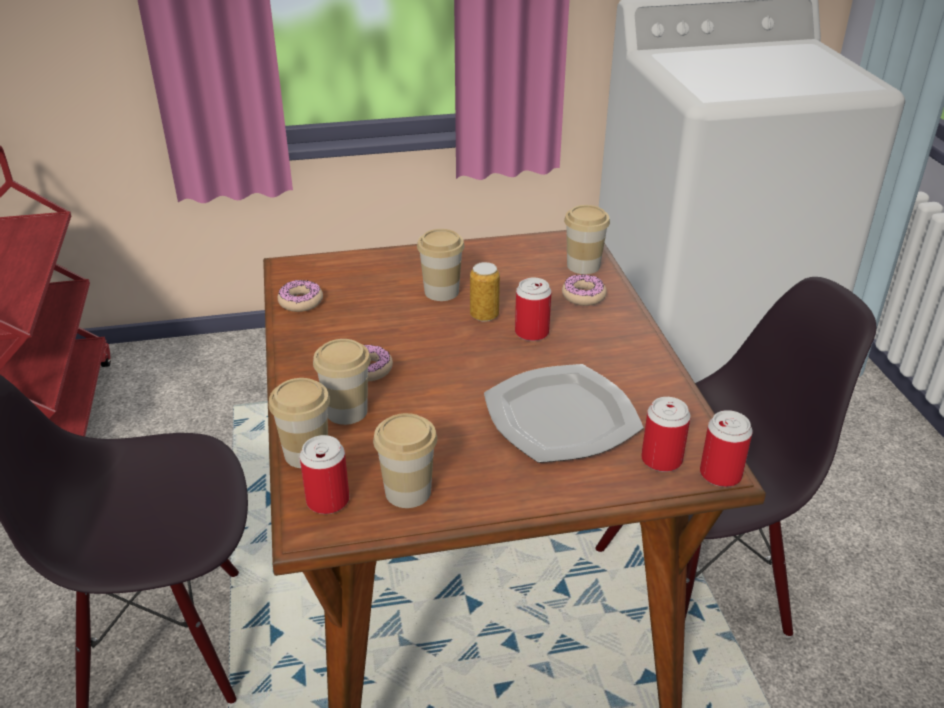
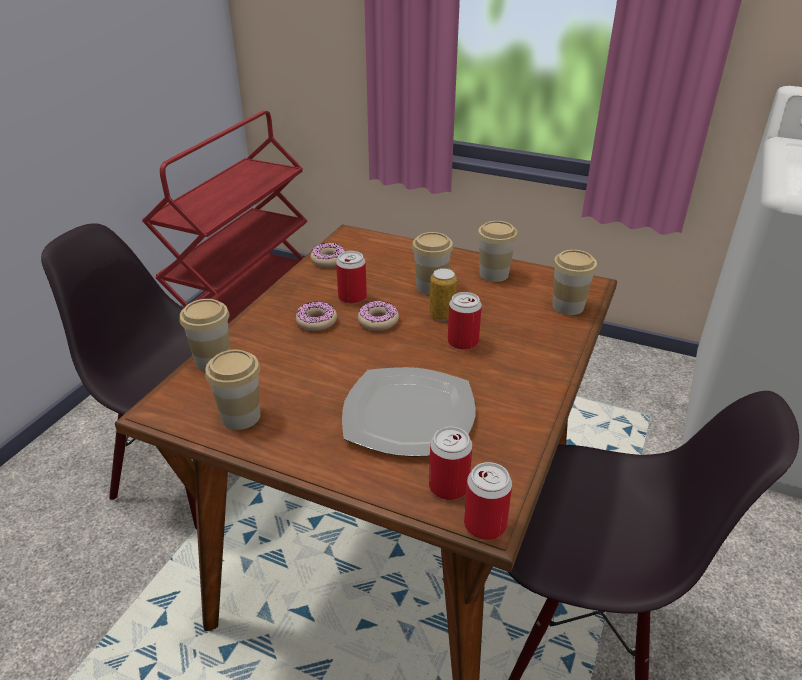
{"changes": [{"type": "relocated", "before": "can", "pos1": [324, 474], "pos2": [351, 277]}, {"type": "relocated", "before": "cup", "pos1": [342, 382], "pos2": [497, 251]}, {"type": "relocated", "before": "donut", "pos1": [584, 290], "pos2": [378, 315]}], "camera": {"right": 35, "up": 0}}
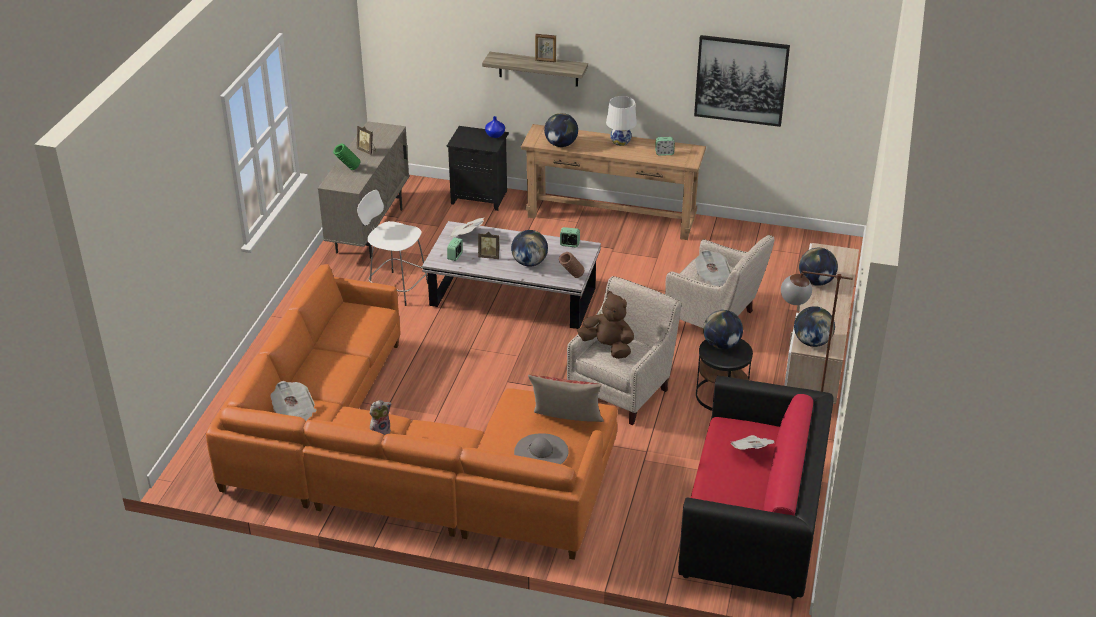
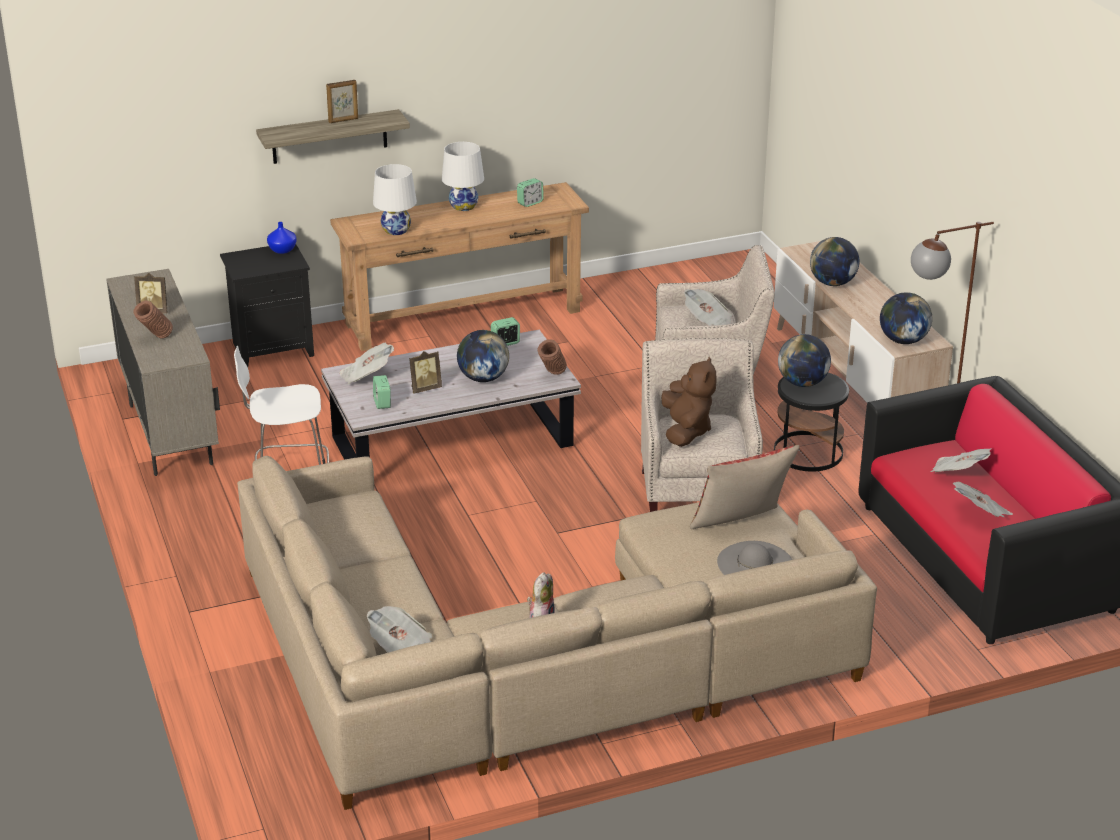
{"changes": [{"type": "colour", "before": "orange sofa", "after": "beige sofa", "pos1": [411, 412], "pos2": [557, 633]}, {"type": "colour", "before": "green vase", "after": "brown vase", "pos1": [347, 156], "pos2": [153, 320]}, {"type": "exchanged", "before": "globe", "after": "white table lamp", "pos1": [561, 130], "pos2": [395, 199]}, {"type": "spun", "before": "brown plush toy", "pos1": [605, 325], "pos2": [689, 402], "turn": 90}, {"type": "missing", "before": "picture", "pos1": [742, 81]}, {"type": "appeared", "after": "newspaper", "pos2": [983, 499]}], "camera": {"right": -35, "up": -5}}
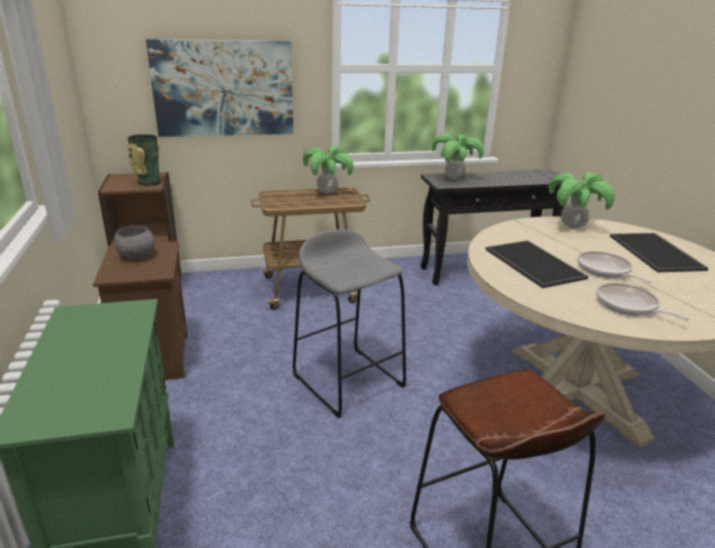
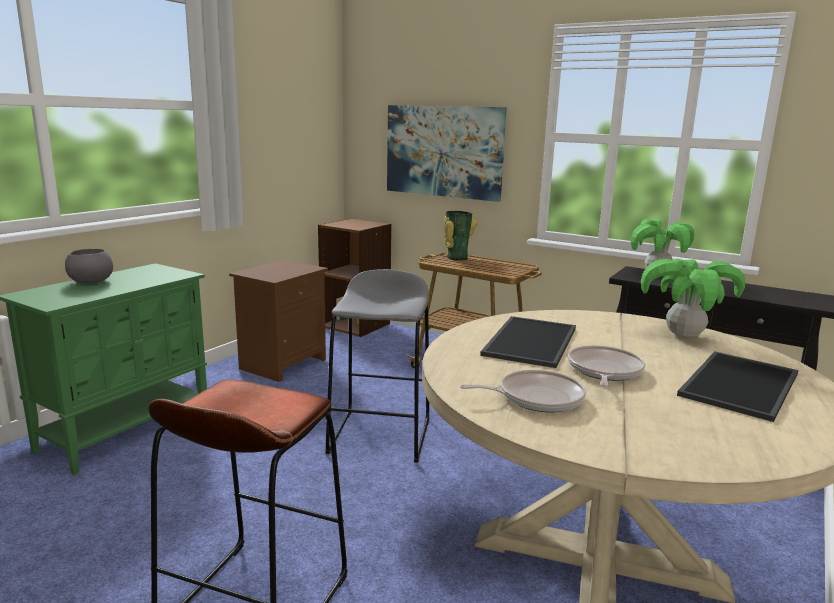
{"changes": [{"type": "relocated", "before": "grey bowl", "pos1": [134, 242], "pos2": [89, 266]}, {"type": "relocated", "before": "vase", "pos1": [144, 160], "pos2": [461, 235]}, {"type": "missing", "before": "potted plant", "pos1": [328, 170]}, {"type": "spun", "before": "frying pan", "pos1": [642, 302], "pos2": [523, 391], "turn": 75}], "camera": {"right": 45, "up": -10}}
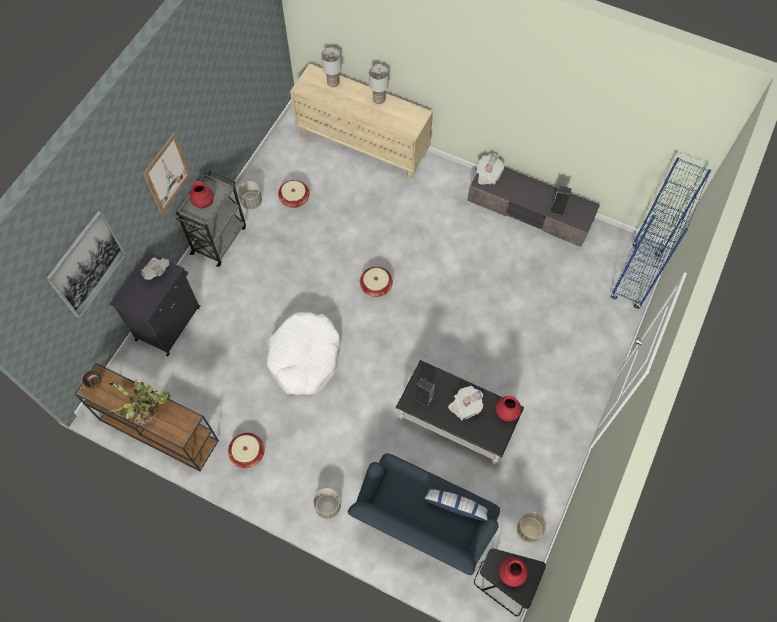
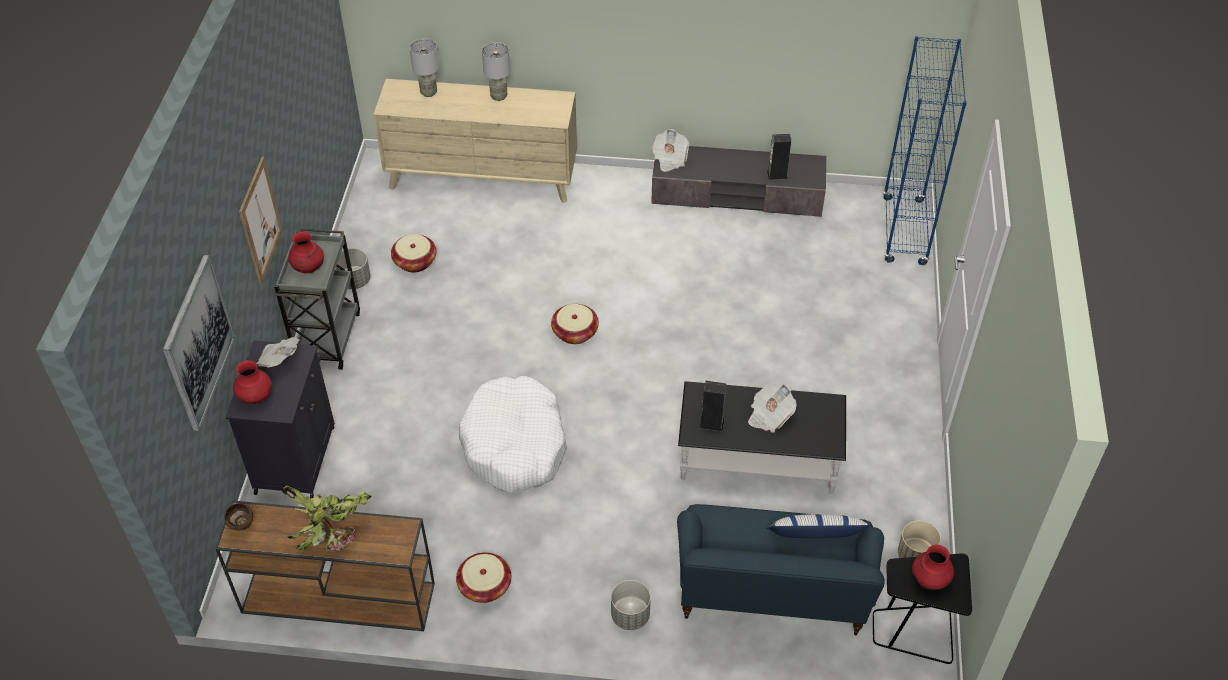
{"changes": [{"type": "relocated", "before": "red vase", "pos1": [508, 409], "pos2": [252, 382]}], "camera": {"right": -20, "up": -15}}
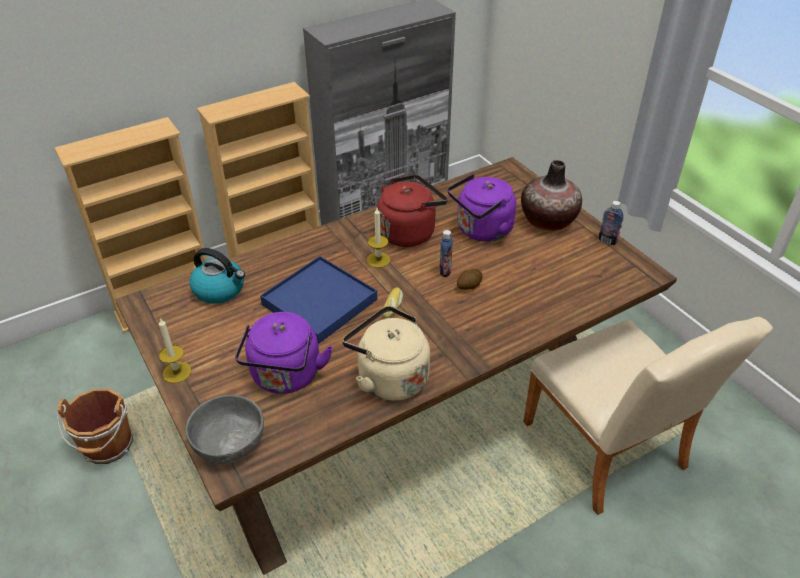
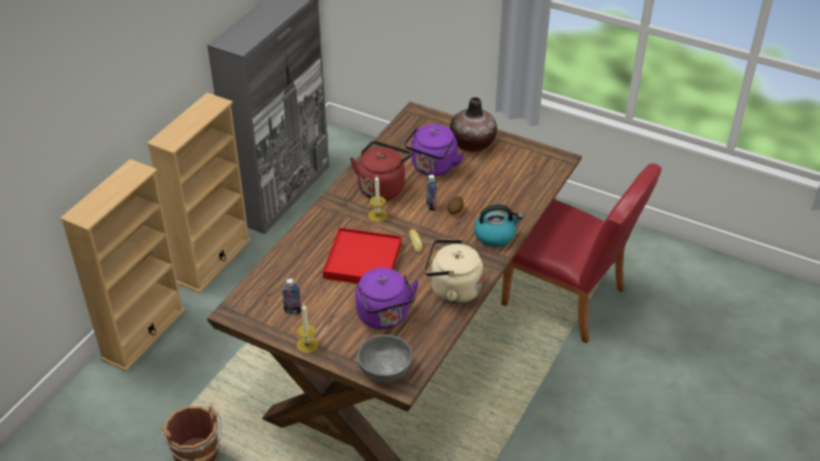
{"changes": [{"type": "relocated", "before": "kettle", "pos1": [217, 276], "pos2": [498, 225]}, {"type": "colour", "before": "blue tray", "after": "red tray", "pos1": [318, 300], "pos2": [362, 255]}, {"type": "colour", "before": "beige chair", "after": "red chair", "pos1": [648, 416], "pos2": [581, 253]}, {"type": "relocated", "before": "bottle", "pos1": [611, 223], "pos2": [292, 296]}], "camera": {"right": -30, "up": 0}}
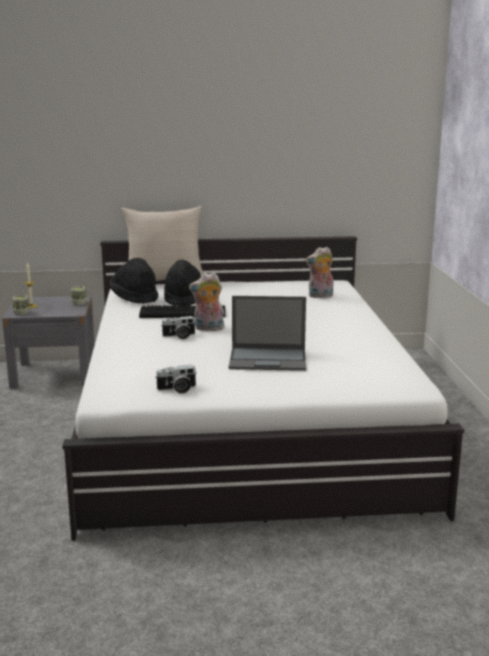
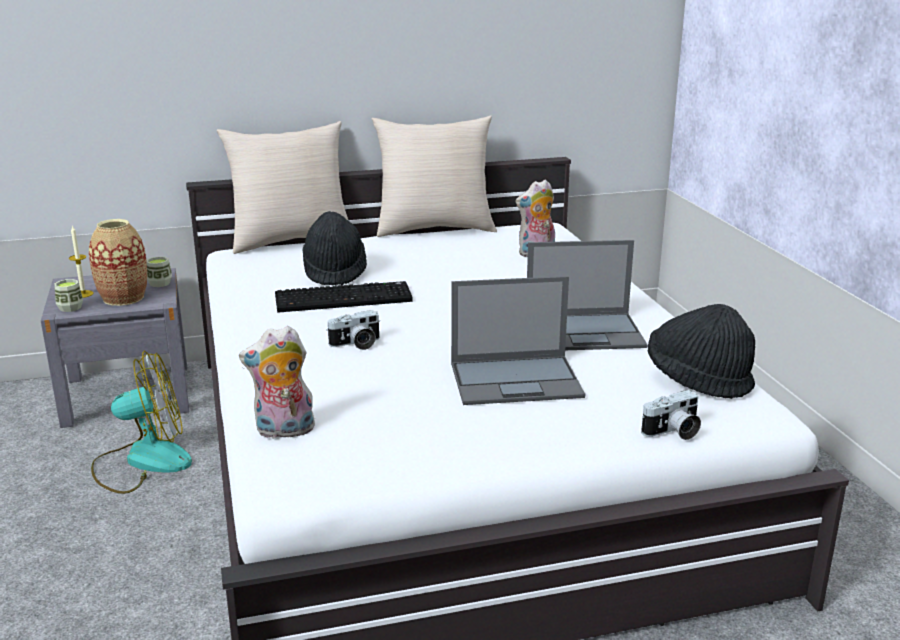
{"changes": [{"type": "relocated", "before": "black hat", "pos1": [133, 281], "pos2": [701, 351]}, {"type": "relocated", "before": "photo camera", "pos1": [176, 379], "pos2": [671, 415]}, {"type": "relocated", "before": "plush toy", "pos1": [206, 302], "pos2": [277, 382]}, {"type": "appeared", "after": "vase", "pos2": [118, 262]}, {"type": "appeared", "after": "fan", "pos2": [141, 422]}, {"type": "appeared", "after": "beige pillow", "pos2": [434, 176]}, {"type": "appeared", "after": "laptop", "pos2": [587, 295]}], "camera": {"right": -10, "up": 5}}
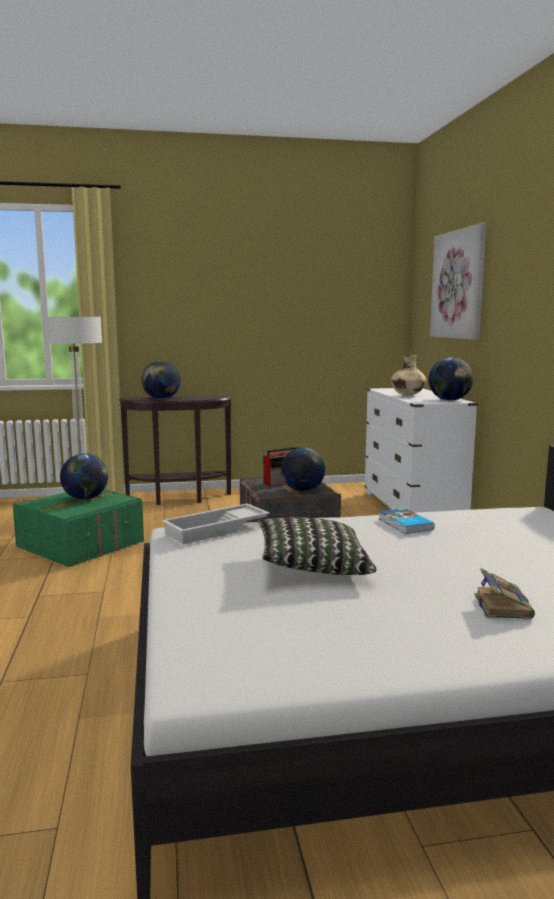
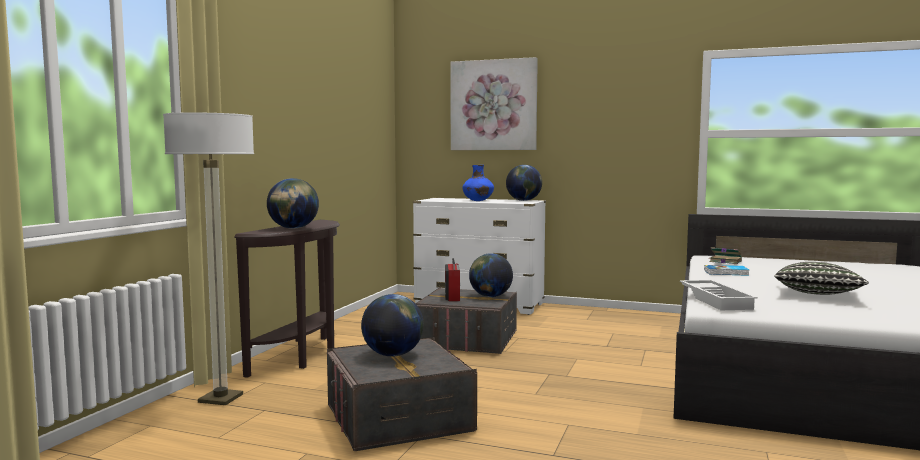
{"changes": [{"type": "colour", "before": "green storage box", "after": "grey storage box", "pos1": [78, 528], "pos2": [402, 394]}, {"type": "colour", "before": "beige vase", "after": "blue vase", "pos1": [409, 375], "pos2": [478, 183]}, {"type": "relocated", "before": "book", "pos1": [504, 593], "pos2": [726, 255]}], "camera": {"right": -60, "up": -5}}
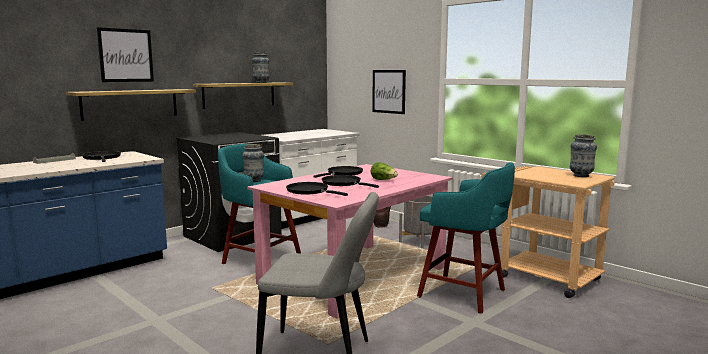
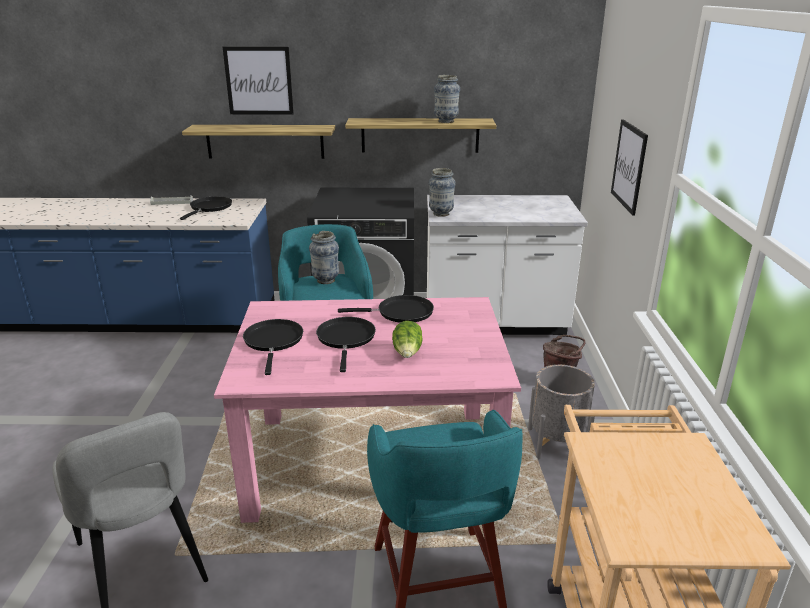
{"changes": [{"type": "relocated", "before": "vase", "pos1": [583, 155], "pos2": [442, 192]}], "camera": {"right": 45, "up": 15}}
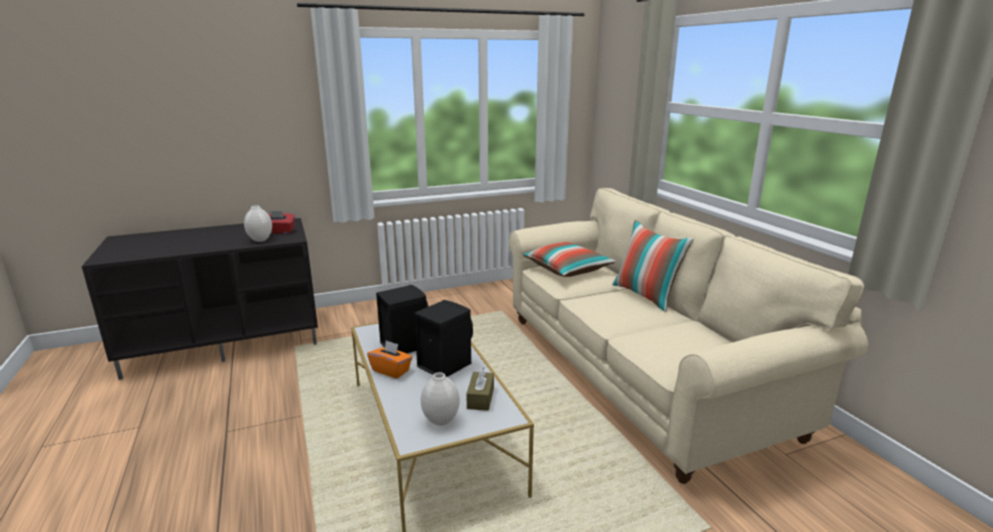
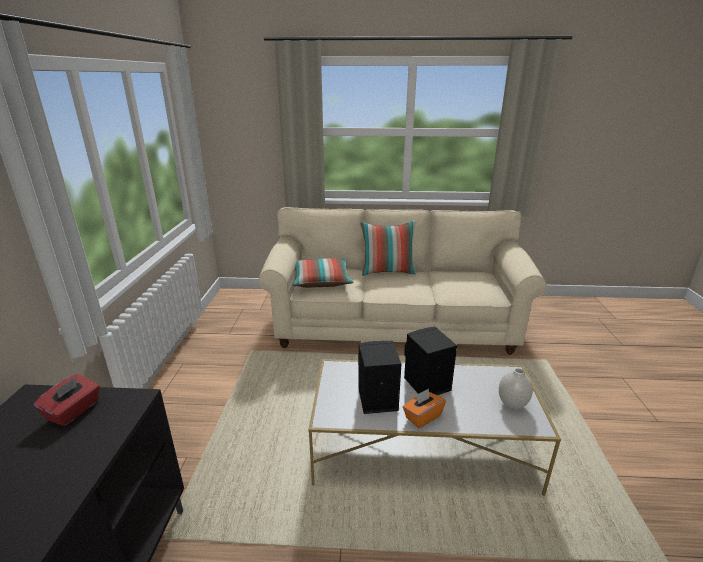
{"changes": [{"type": "missing", "before": "white vase", "pos1": [258, 223]}, {"type": "missing", "before": "brown tissue box", "pos1": [480, 388]}], "camera": {"right": -65, "up": 5}}
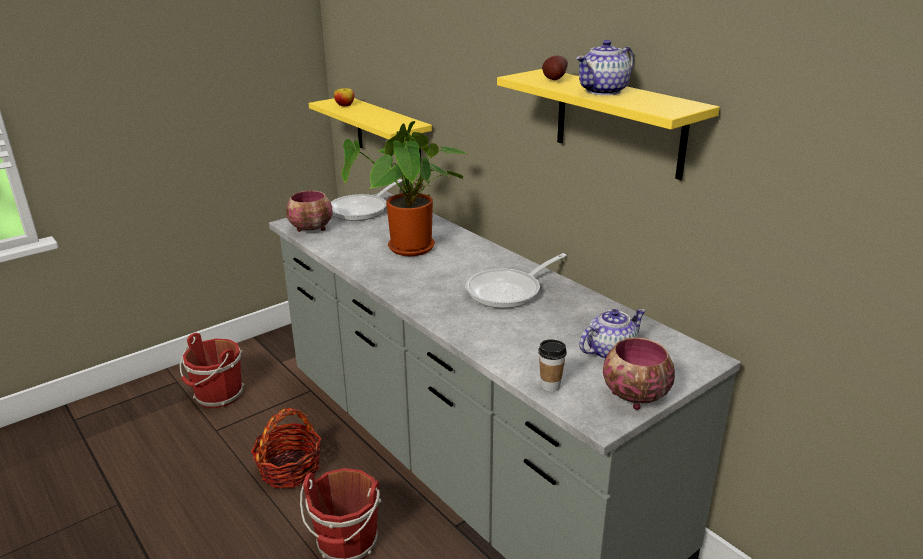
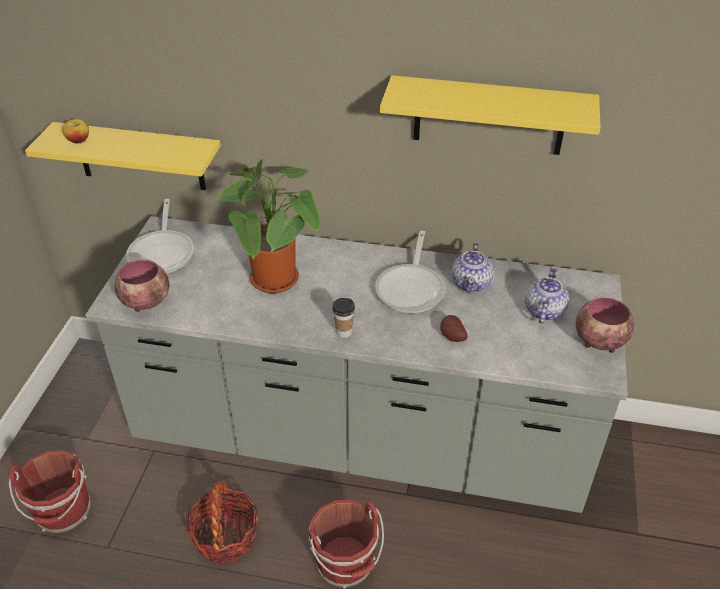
{"changes": [{"type": "relocated", "before": "cup", "pos1": [552, 365], "pos2": [343, 318]}, {"type": "relocated", "before": "potato", "pos1": [555, 67], "pos2": [454, 328]}, {"type": "relocated", "before": "teapot", "pos1": [605, 67], "pos2": [472, 268]}], "camera": {"right": -40, "up": 15}}
